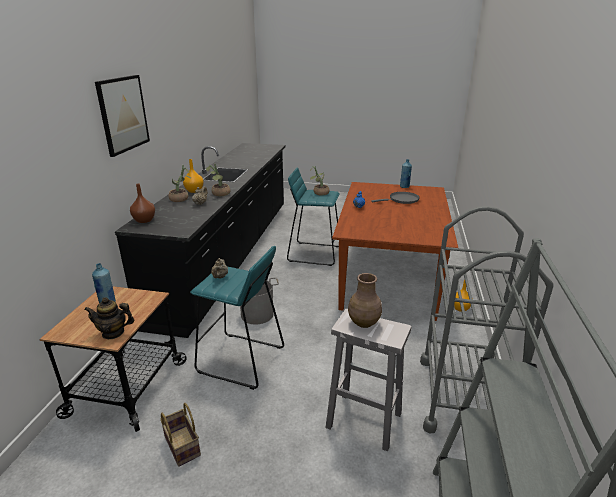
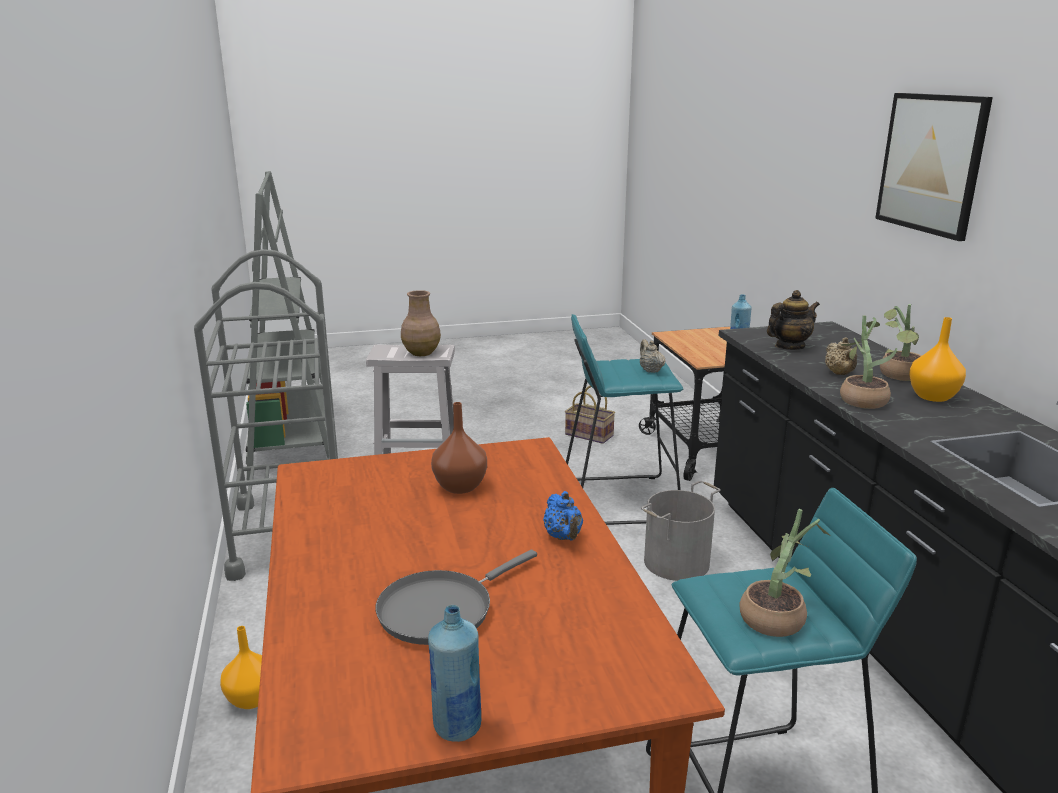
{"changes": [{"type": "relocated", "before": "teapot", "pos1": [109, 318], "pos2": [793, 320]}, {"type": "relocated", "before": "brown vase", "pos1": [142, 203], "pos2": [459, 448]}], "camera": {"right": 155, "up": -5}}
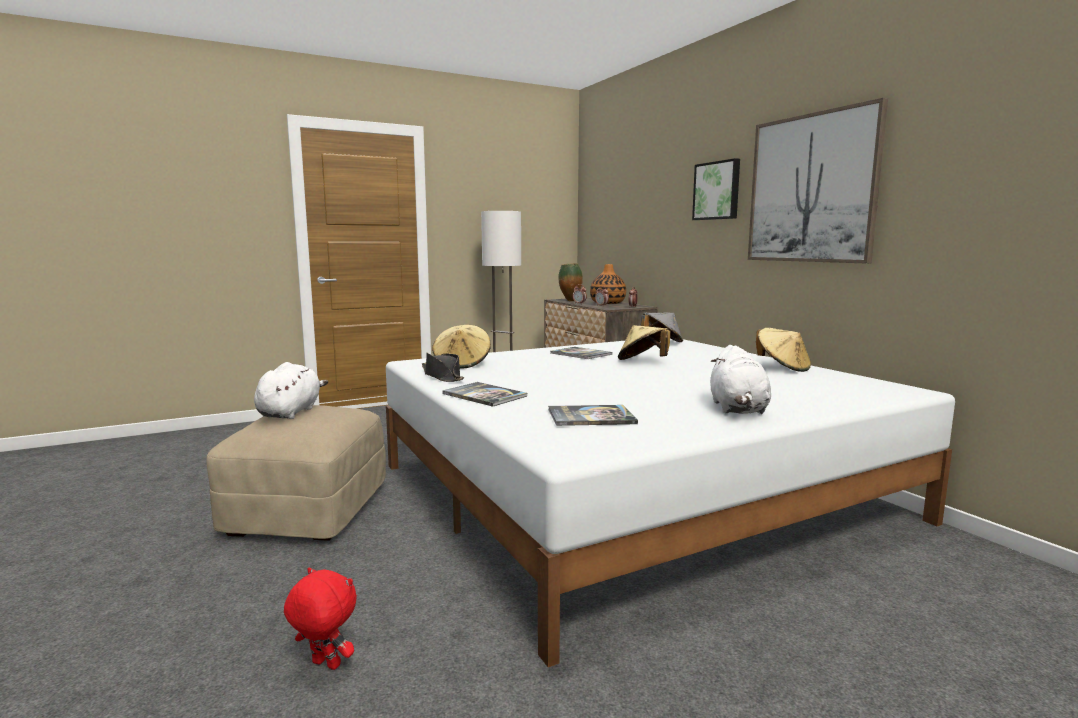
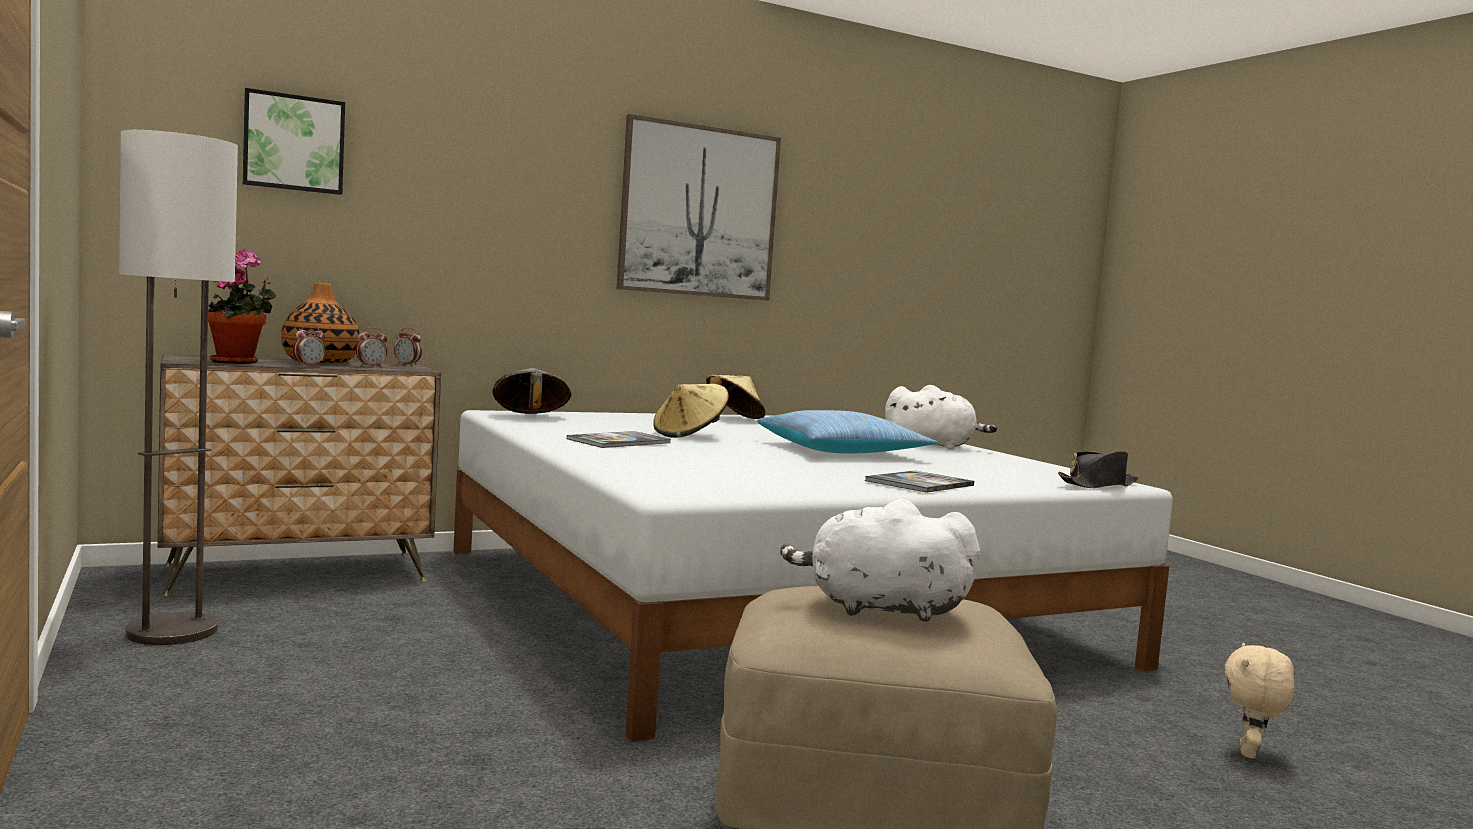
{"changes": [{"type": "colour", "before": "red plush toy", "after": "beige plush toy", "pos1": [320, 618], "pos2": [1259, 701]}, {"type": "relocated", "before": "black hat", "pos1": [443, 367], "pos2": [1098, 469]}, {"type": "missing", "before": "beige hat", "pos1": [461, 347]}, {"type": "missing", "before": "book", "pos1": [593, 415]}, {"type": "exchanged", "before": "vase", "after": "potted plant", "pos1": [570, 282], "pos2": [242, 306]}, {"type": "relocated", "before": "picture", "pos1": [716, 189], "pos2": [294, 141]}, {"type": "appeared", "after": "pillow", "pos2": [847, 431]}], "camera": {"right": -90, "up": -5}}
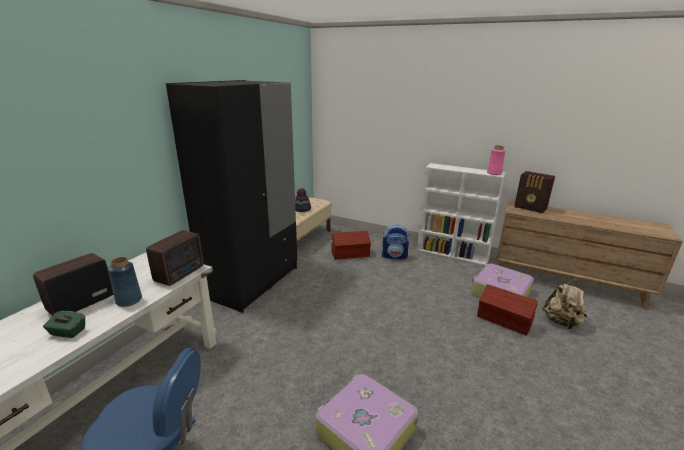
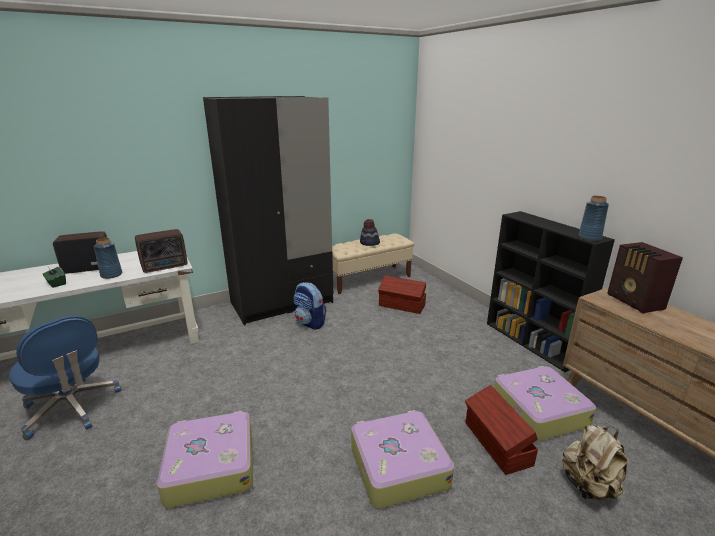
{"changes": [{"type": "relocated", "before": "backpack", "pos1": [396, 241], "pos2": [309, 306]}, {"type": "colour", "before": "white bookcase", "after": "black bookcase", "pos1": [461, 214], "pos2": [551, 291]}, {"type": "colour", "before": "pink vase", "after": "blue vase", "pos1": [496, 160], "pos2": [593, 218]}, {"type": "appeared", "after": "suitcase", "pos2": [402, 459]}], "camera": {"right": 35, "up": 0}}
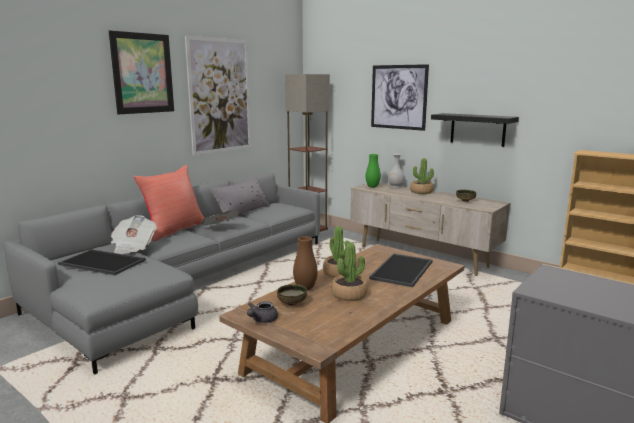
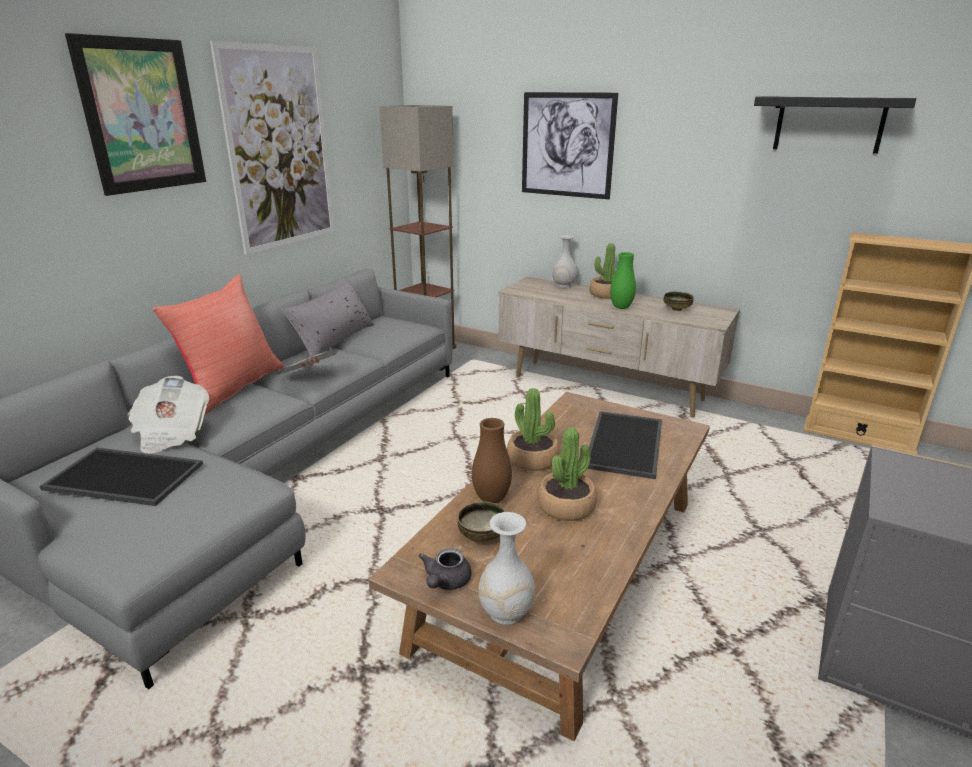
{"changes": [{"type": "relocated", "before": "green vase", "pos1": [373, 171], "pos2": [623, 280]}, {"type": "relocated", "before": "black shelf", "pos1": [475, 130], "pos2": [835, 125]}, {"type": "appeared", "after": "white vase", "pos2": [507, 568]}], "camera": {"right": -10, "up": 10}}
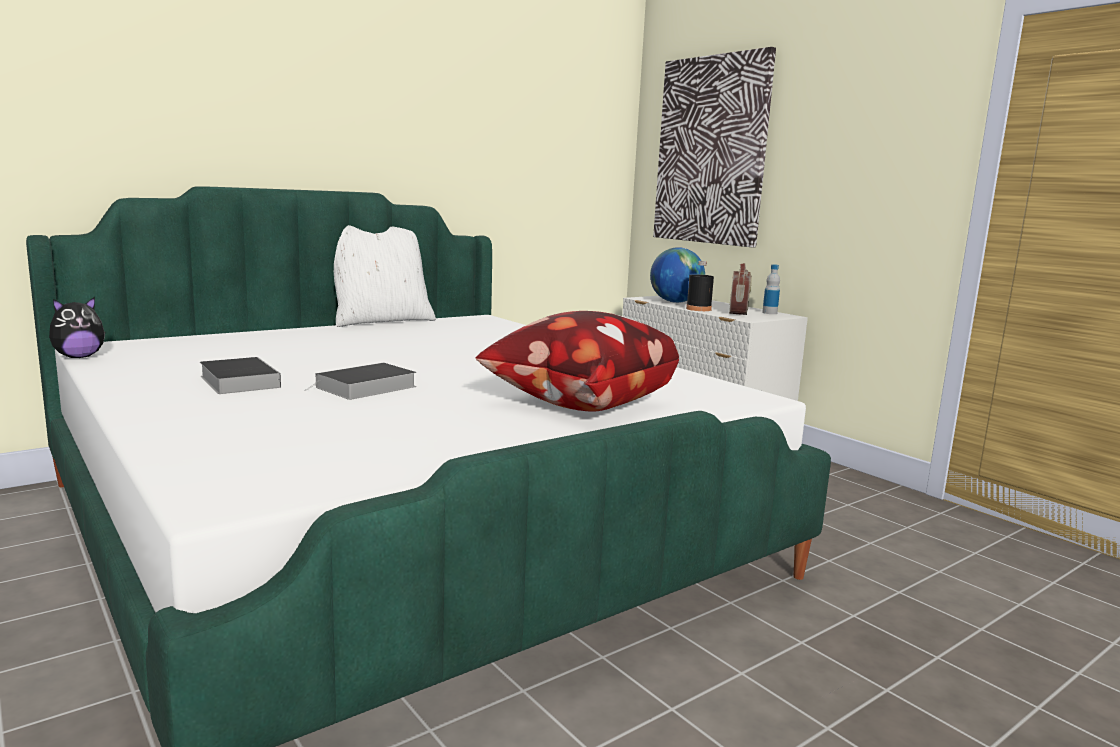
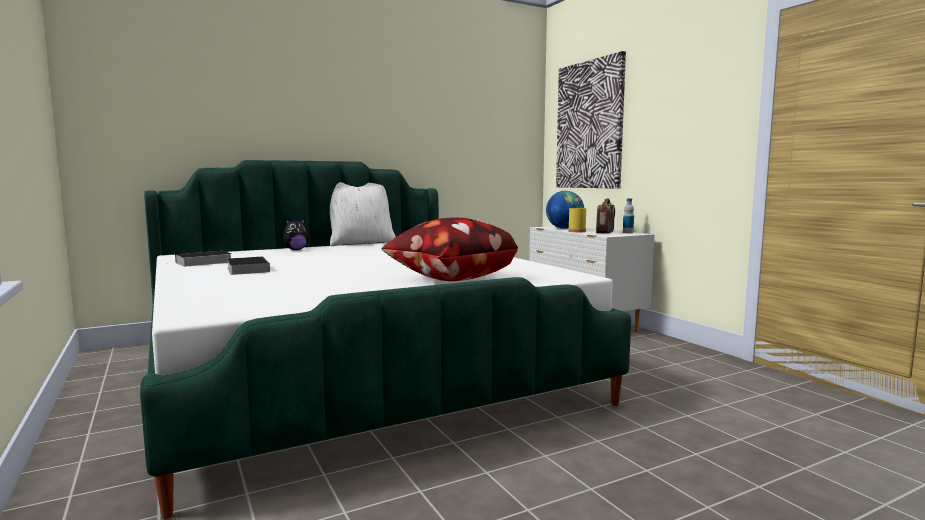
{"changes": [{"type": "relocated", "before": "plush toy", "pos1": [77, 327], "pos2": [296, 234]}, {"type": "relocated", "before": "book", "pos1": [360, 381], "pos2": [198, 259]}, {"type": "colour", "before": "black bottle", "after": "yellow bottle", "pos1": [700, 286], "pos2": [577, 215]}], "camera": {"right": 10, "up": -5}}
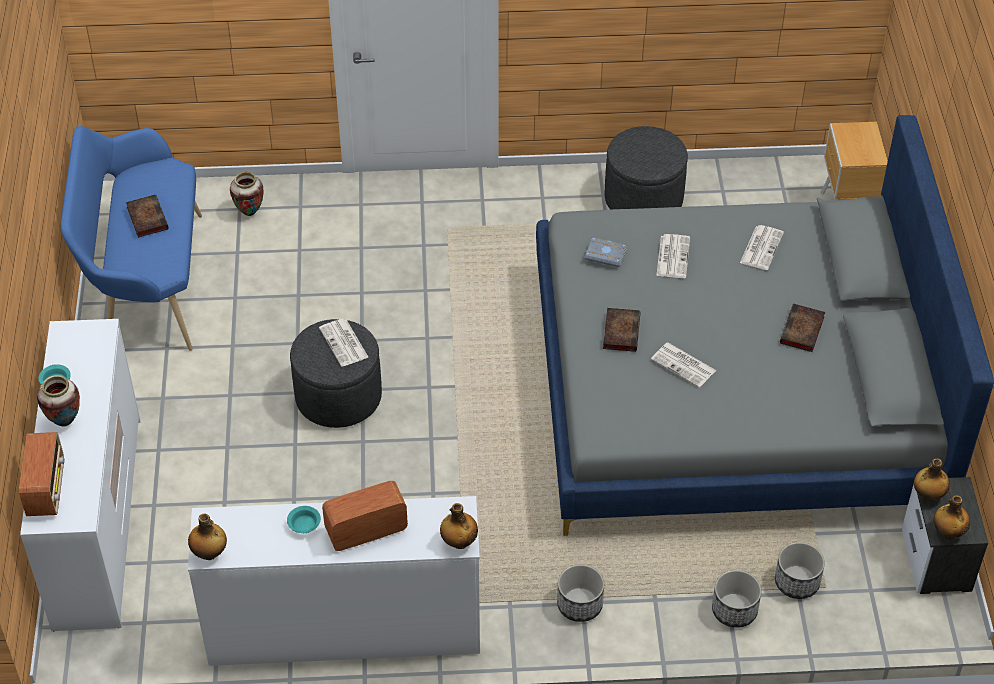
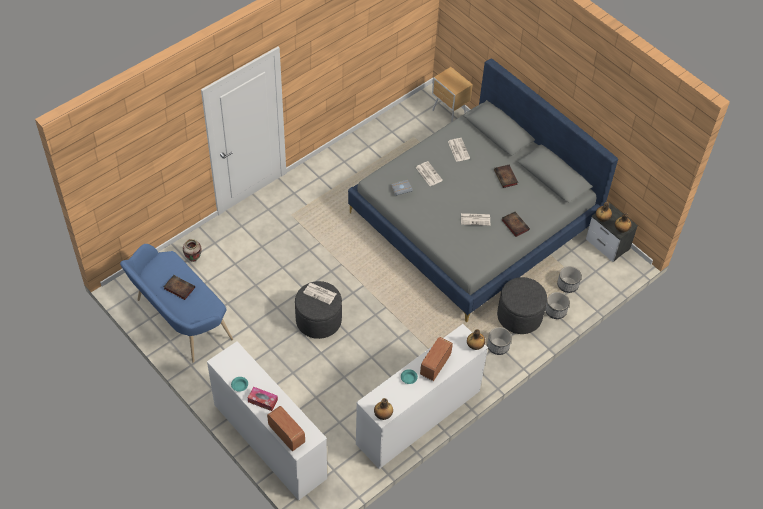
{"changes": [{"type": "exchanged", "before": "vase", "after": "tissue box", "pos1": [58, 401], "pos2": [263, 399]}, {"type": "relocated", "before": "book", "pos1": [622, 330], "pos2": [516, 224]}, {"type": "relocated", "before": "grey ottoman", "pos1": [646, 168], "pos2": [522, 305]}], "camera": {"right": -40, "up": 5}}
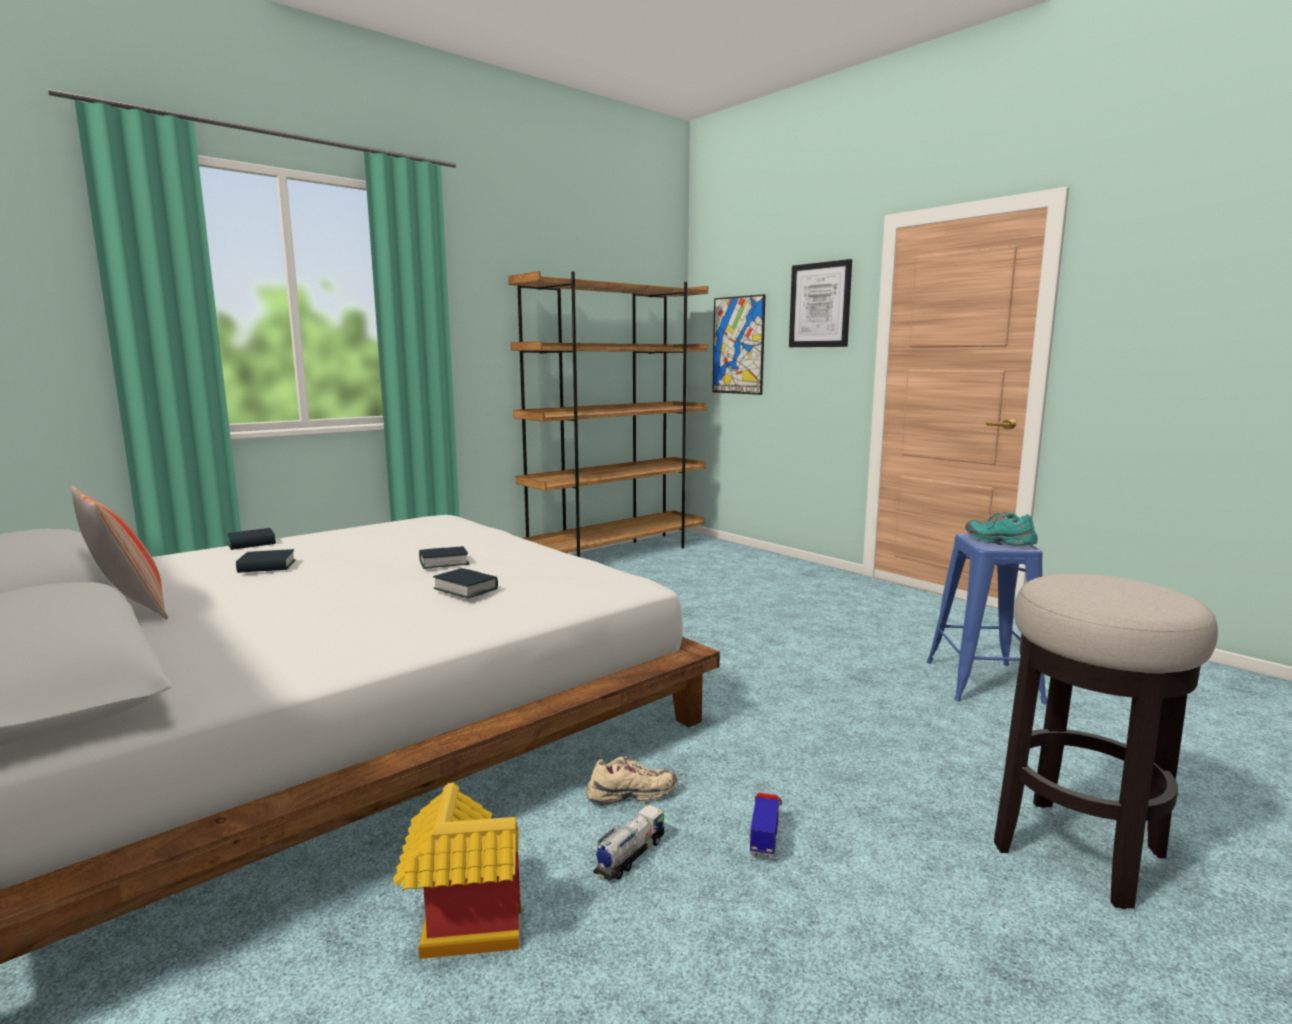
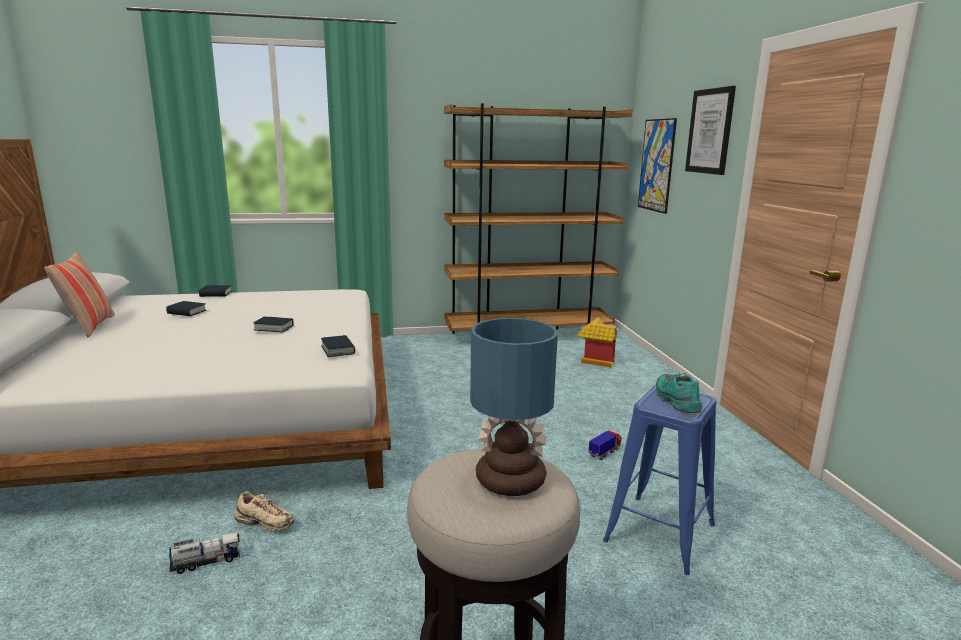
{"changes": [{"type": "relocated", "before": "toy house", "pos1": [457, 871], "pos2": [597, 342]}, {"type": "relocated", "before": "book", "pos1": [465, 583], "pos2": [338, 346]}, {"type": "relocated", "before": "toy truck", "pos1": [766, 825], "pos2": [605, 445]}, {"type": "appeared", "after": "table lamp", "pos2": [514, 407]}], "camera": {"right": 30, "up": 5}}
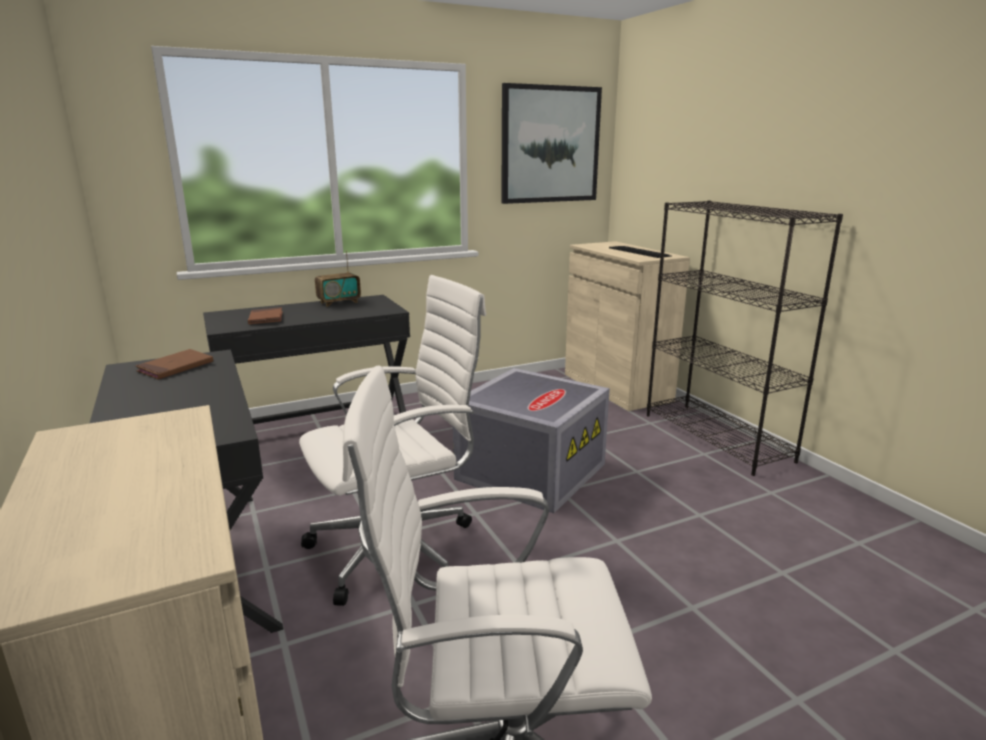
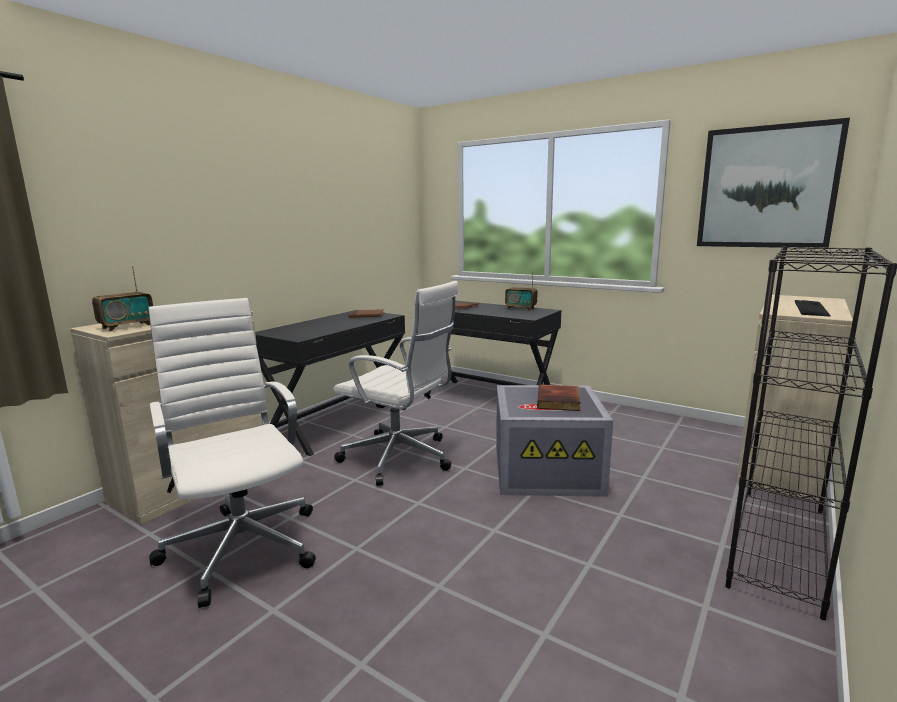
{"changes": [{"type": "appeared", "after": "radio", "pos2": [122, 298]}, {"type": "appeared", "after": "book", "pos2": [559, 397]}], "camera": {"right": 60, "up": -5}}
